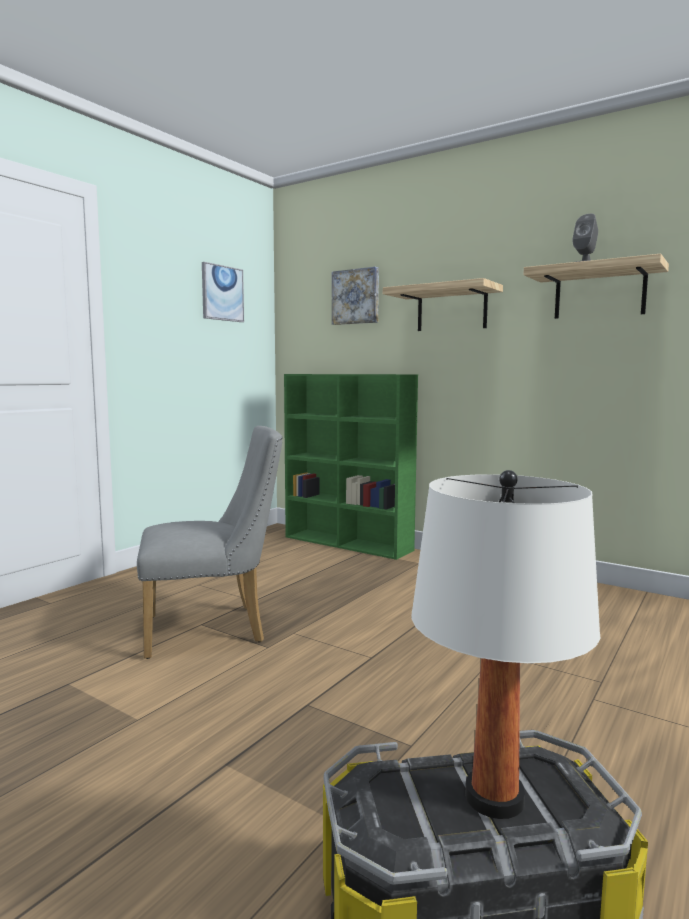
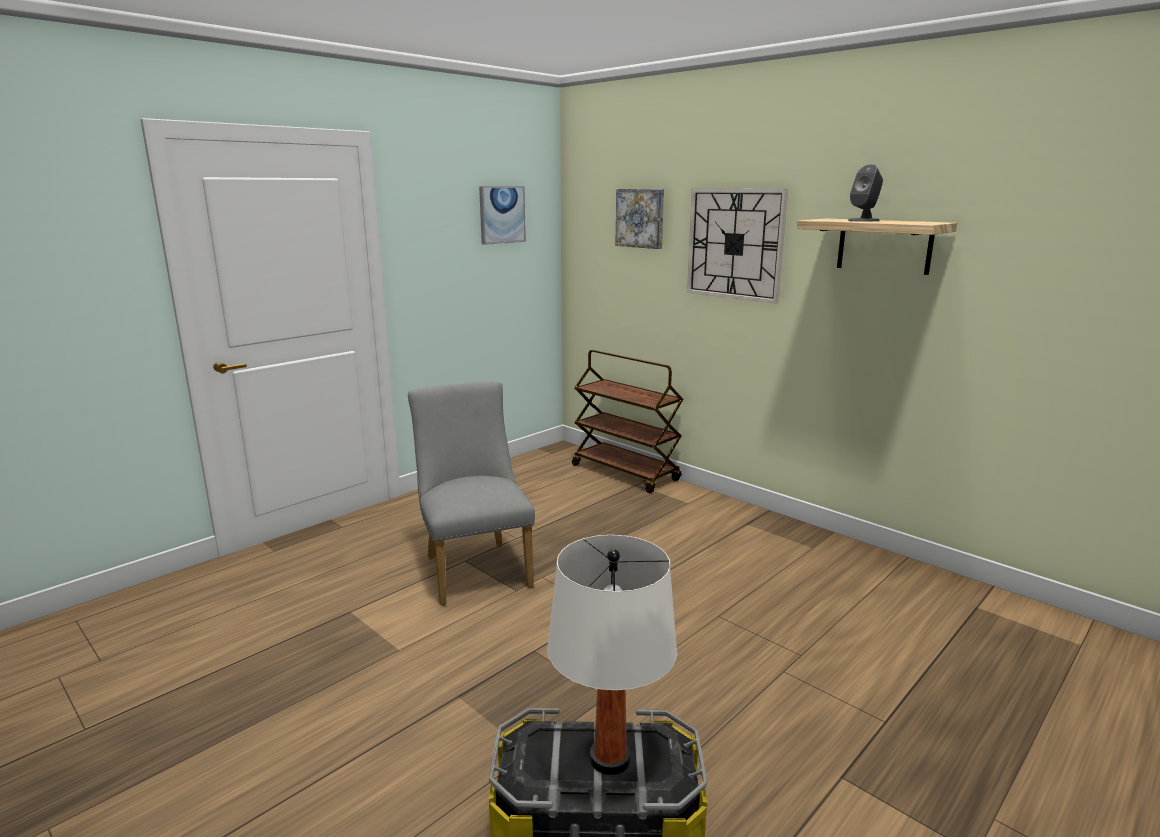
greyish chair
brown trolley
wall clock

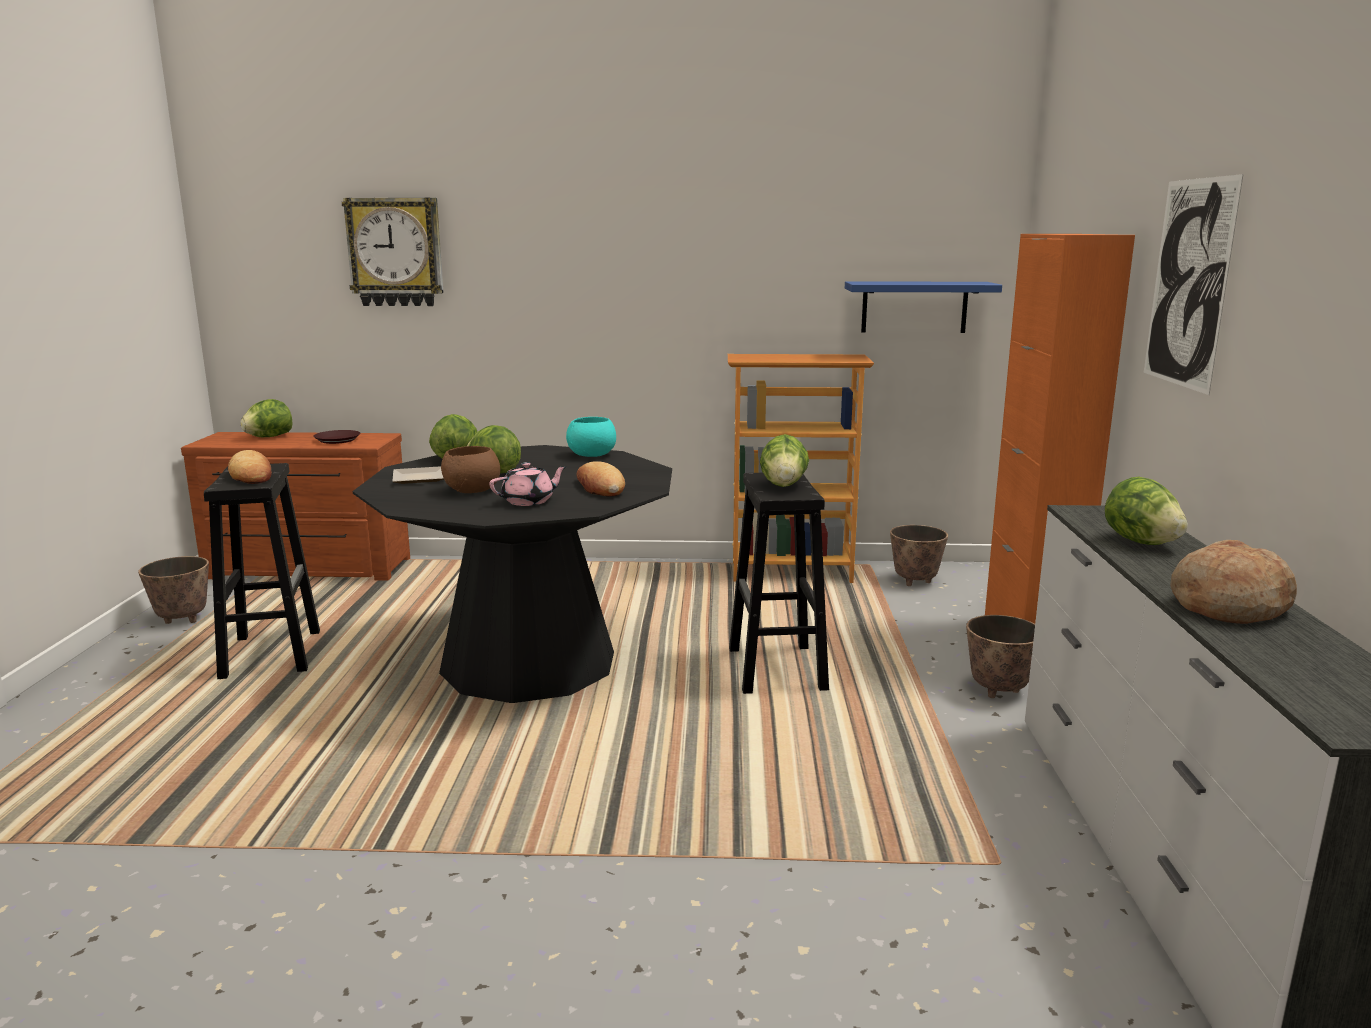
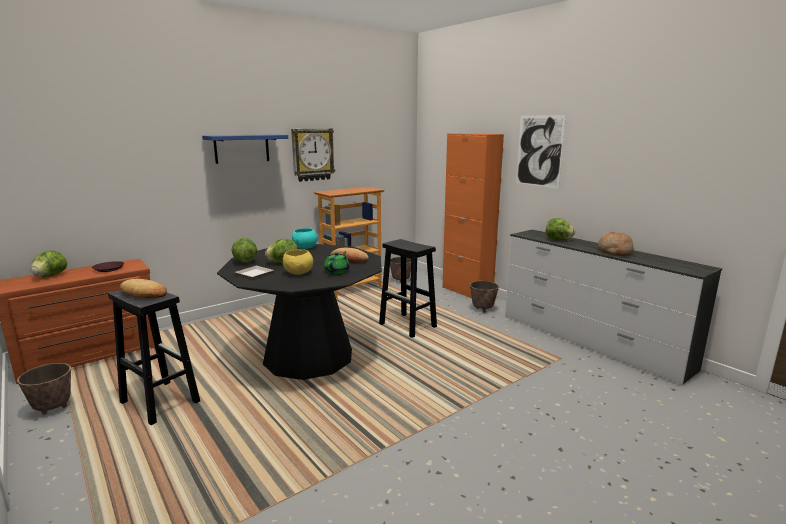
wall clock
yellow-coloured serving bowl
greenish tea pot
head of lettuce (no. 4 from left in the first image)
blue bracket shelf

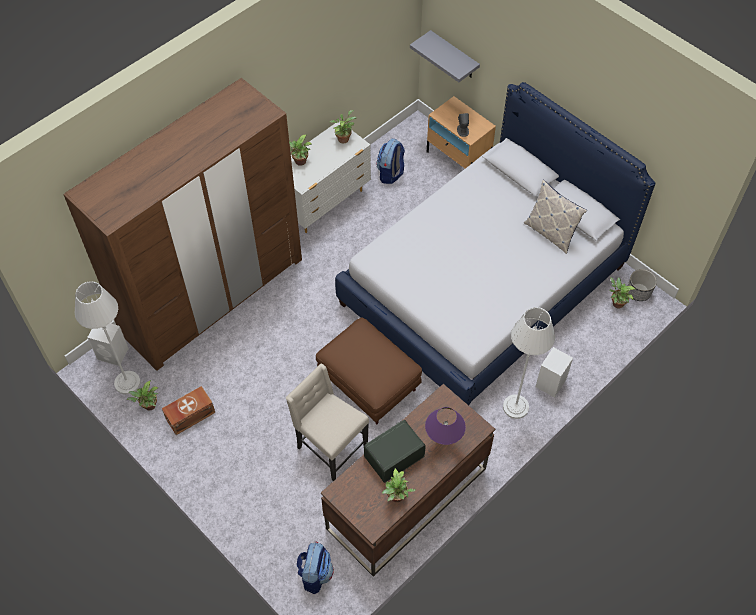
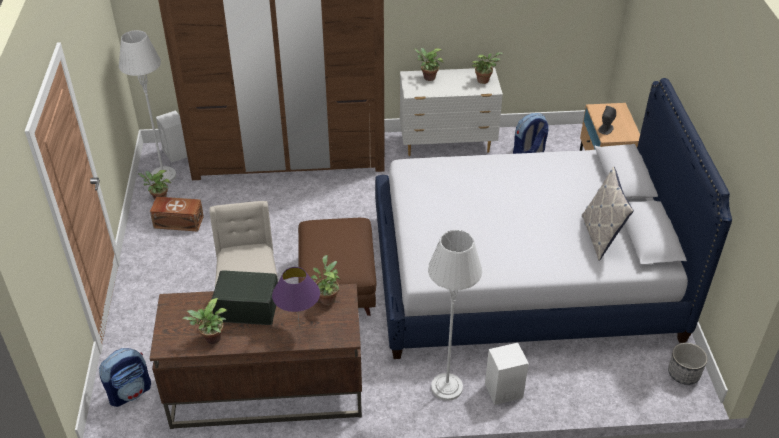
greyish bracket shelf
potted plant (no. 3 from left)

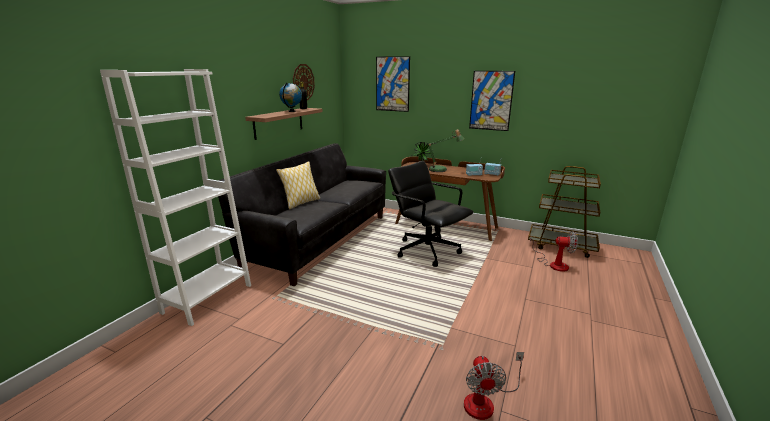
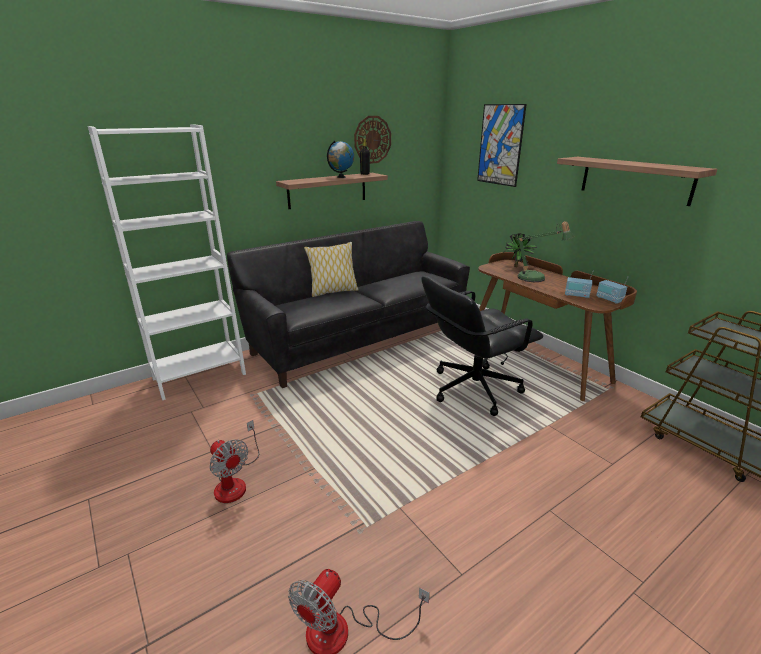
black-coloured computer chair
bracket shelf (no. 2 from left)
fan (no. 1 from left)

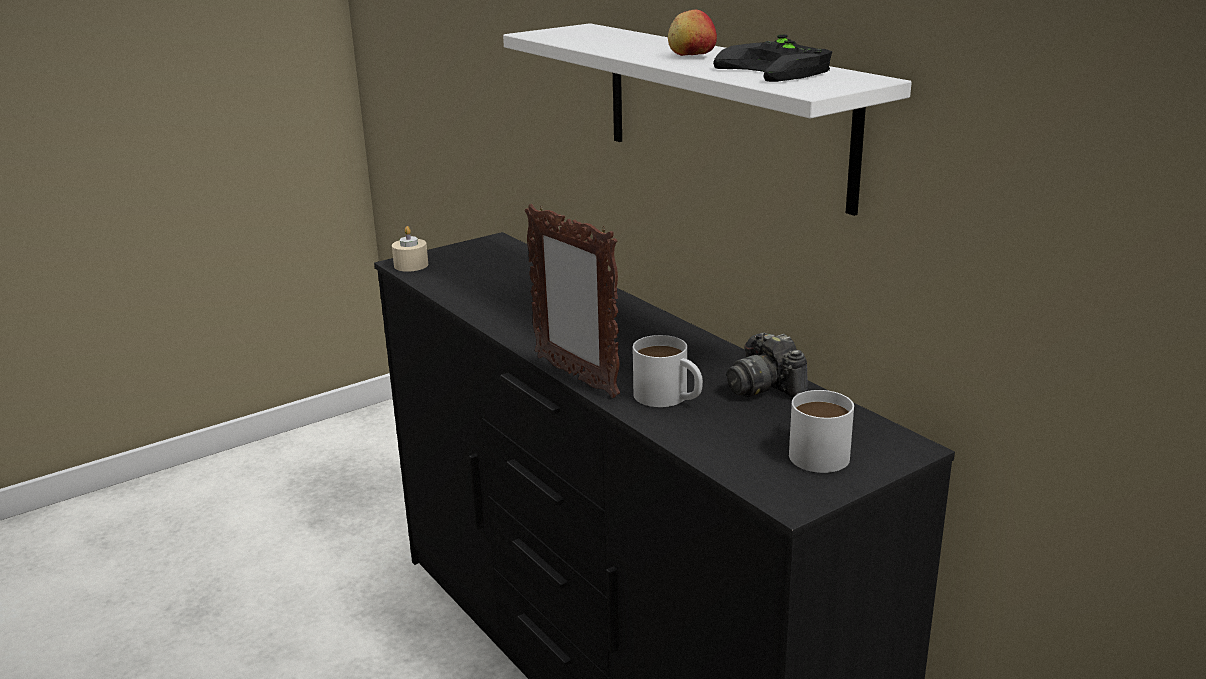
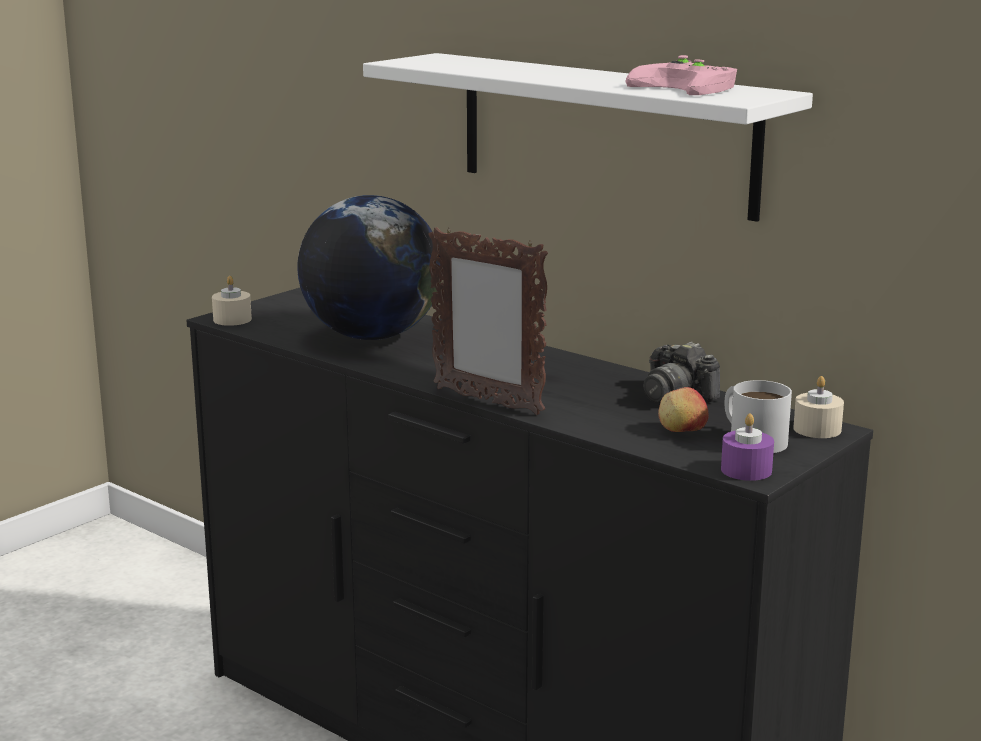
white tea mug (no. 1 from left in the first image)
apple
pink-coloured game controller
globe
purple-coloured candle
beige candle (no. 2 from left)

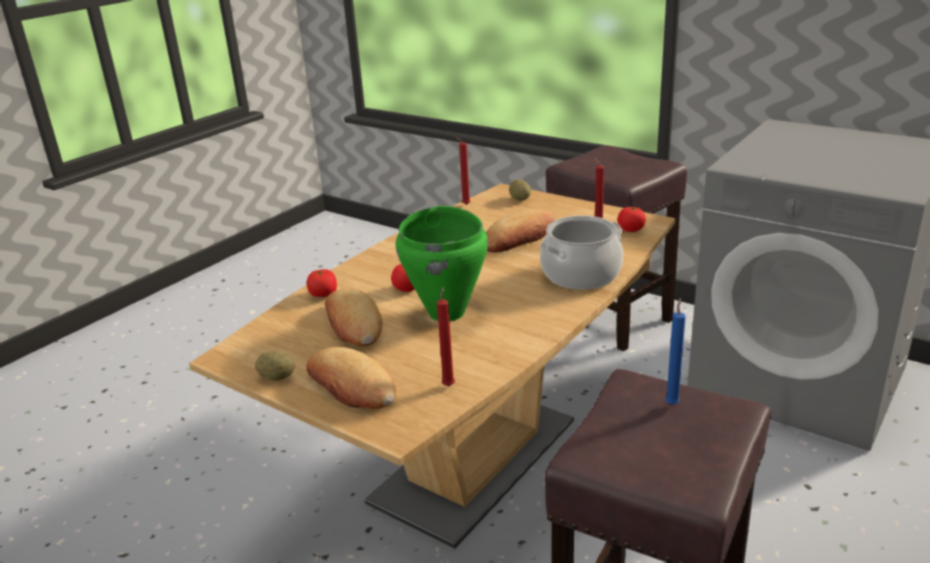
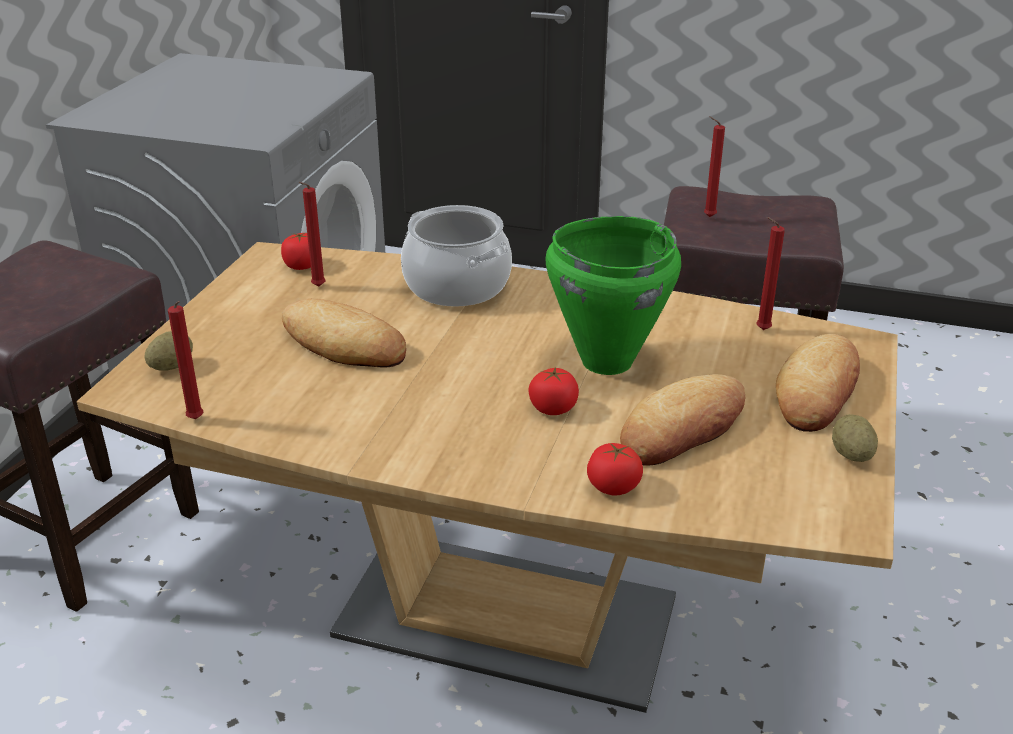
red-coloured candle (no. 3 from left)

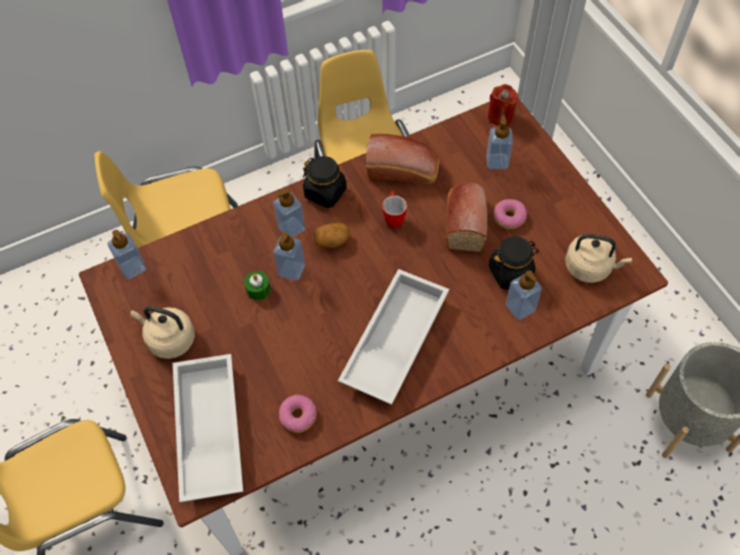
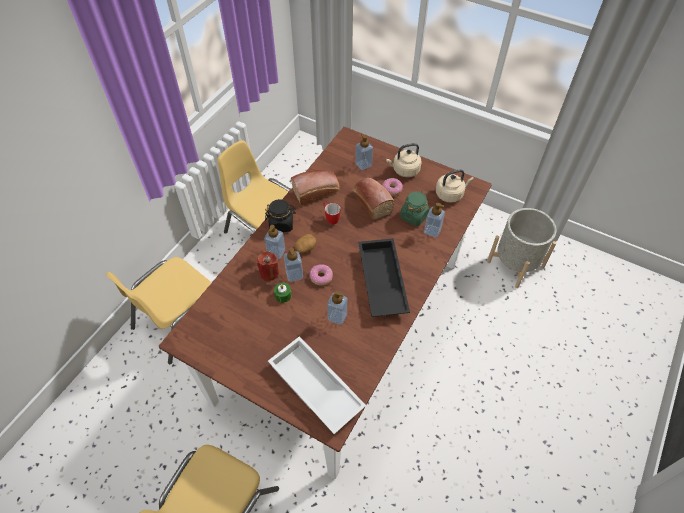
liquid soap bottle (no. 3 from left)
beige tea kettle (no. 1 from left)
ring doughnut (no. 1 from left)
black-coloured carrying tray
red-coloured candle
greenish storage jar

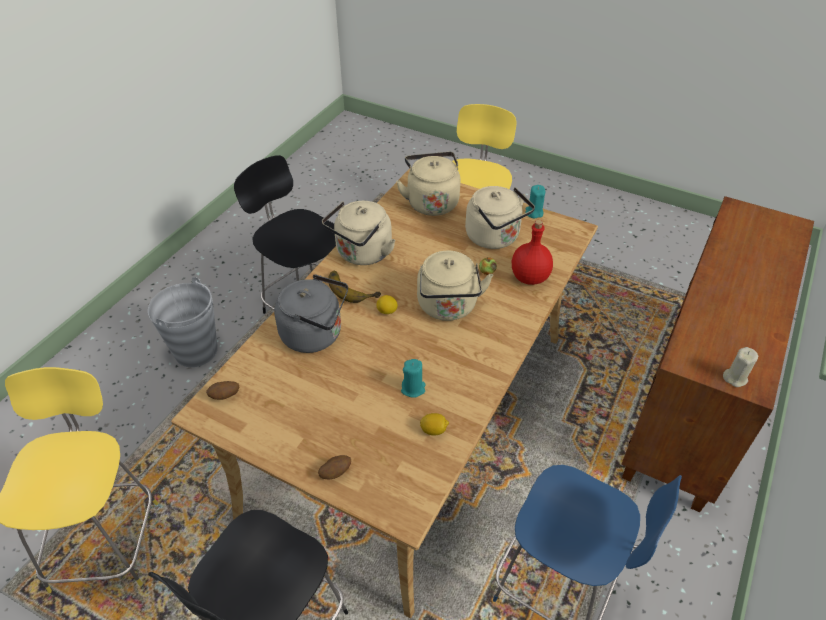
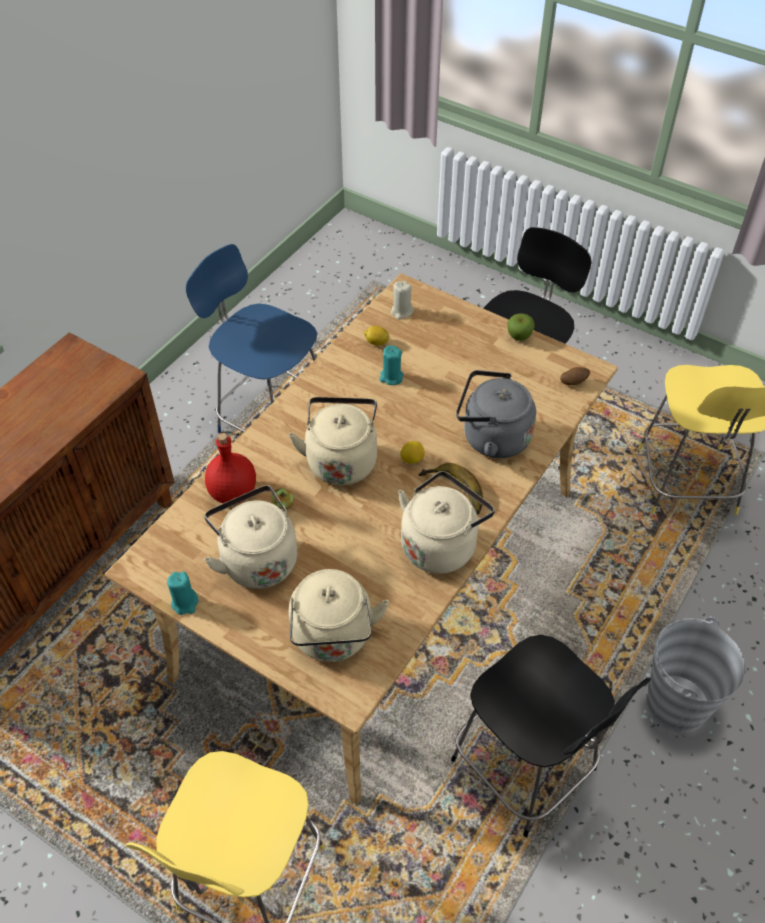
whole potato (no. 2 from left in the first image)
beige candle
apple (no. 2 from left)

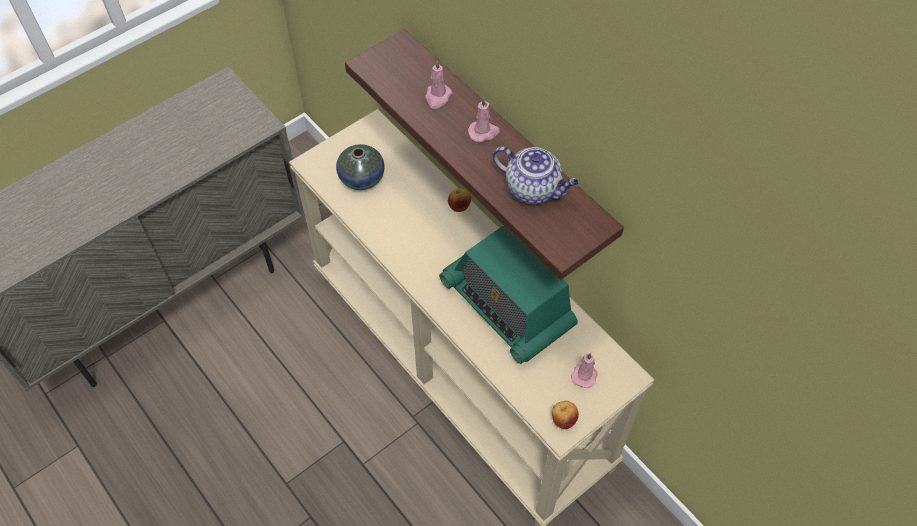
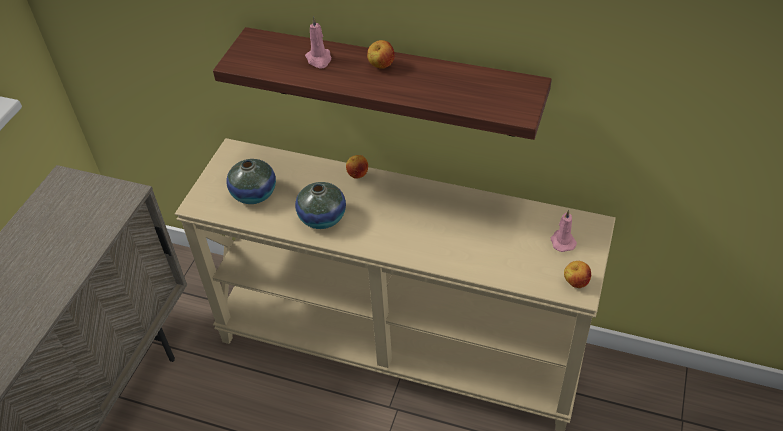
radio receiver
apple (no. 2 from left)
tea pot
decorative vase (no. 2 from left)

